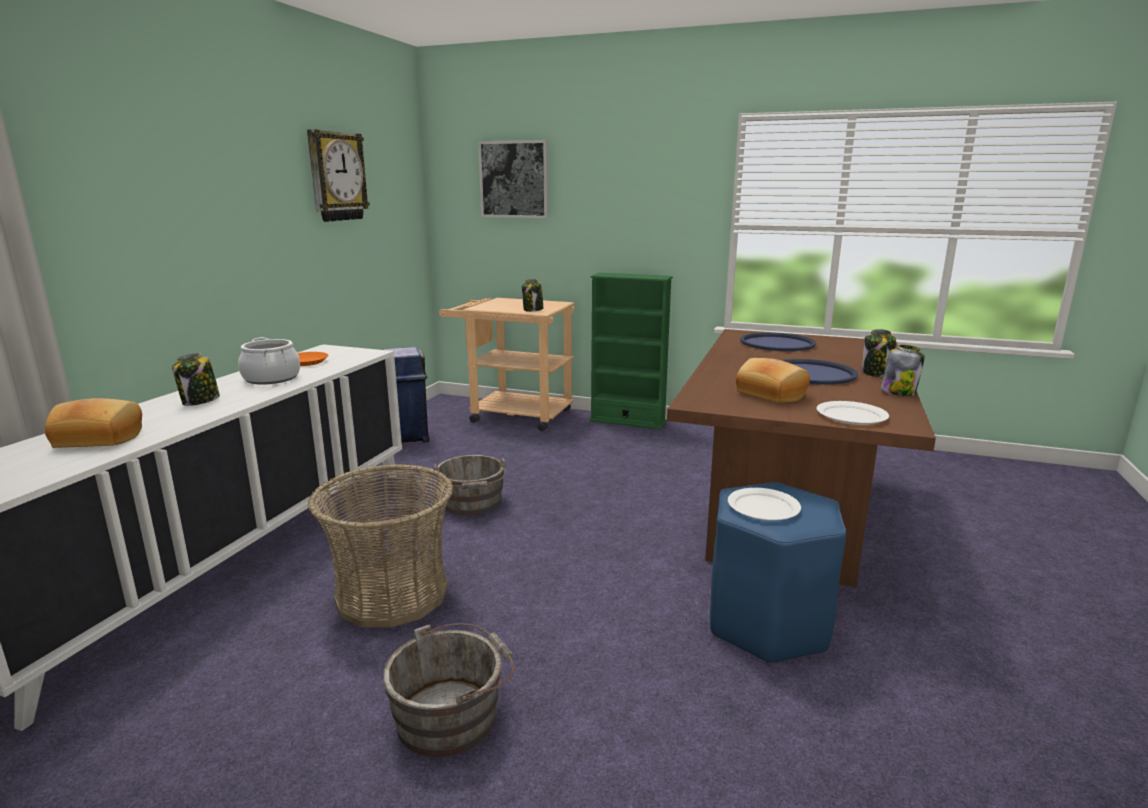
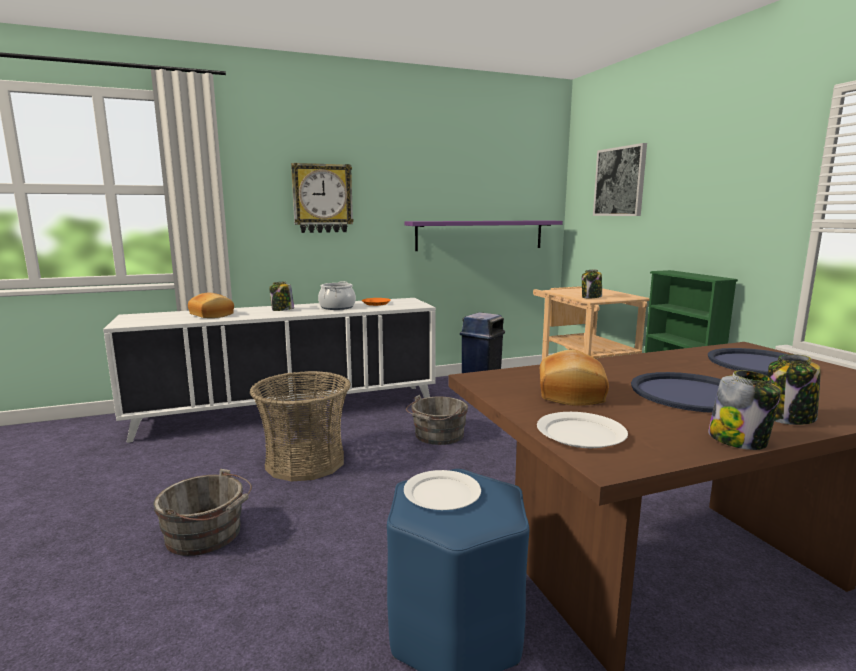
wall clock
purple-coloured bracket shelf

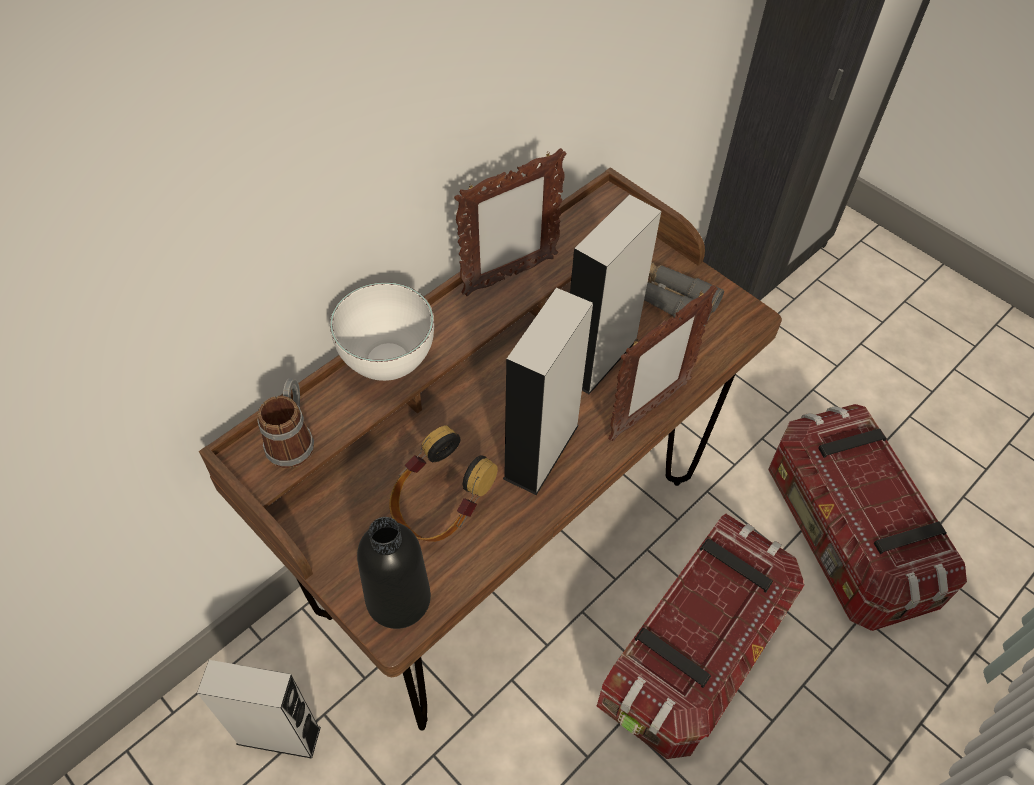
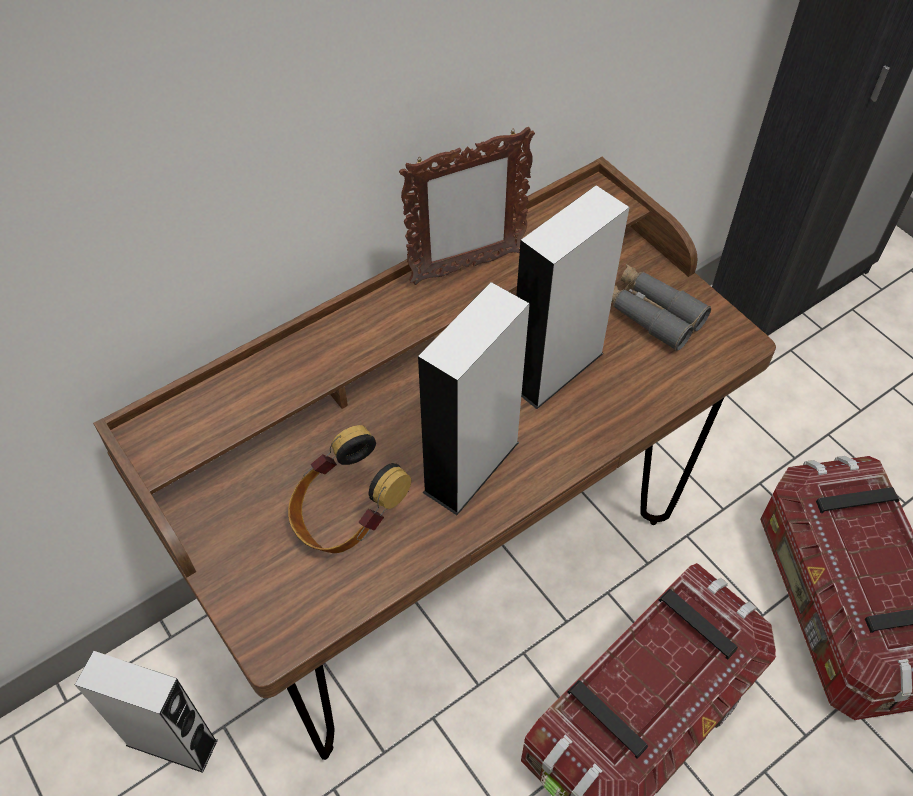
tea mug
white serving bowl
black-coloured beverage bottle
standing frame (no. 2 from left in the first image)

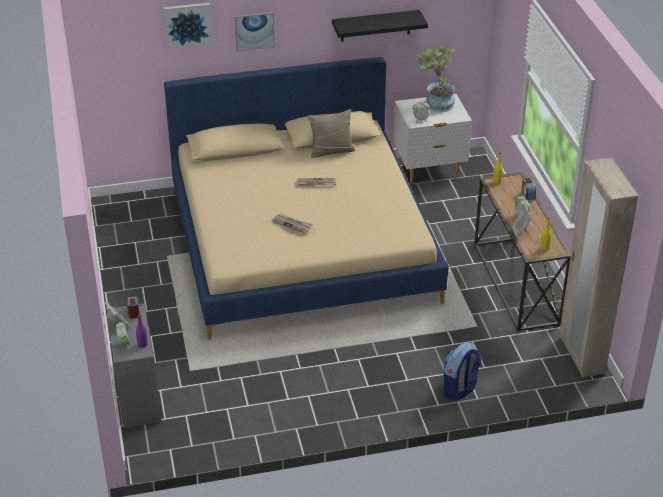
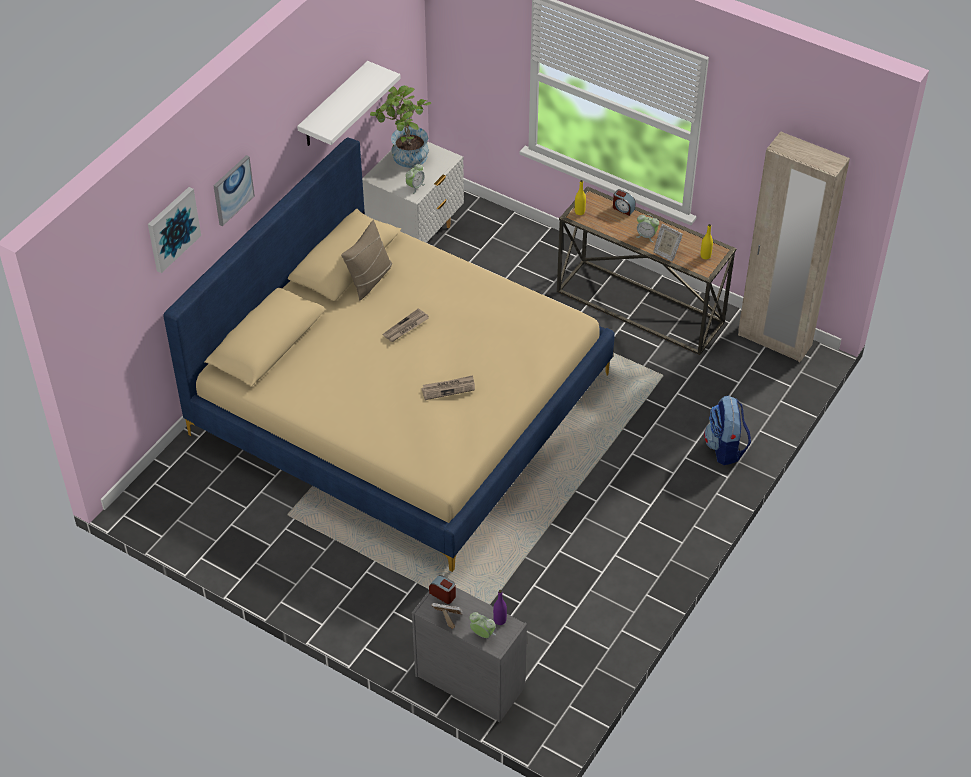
white bracket shelf

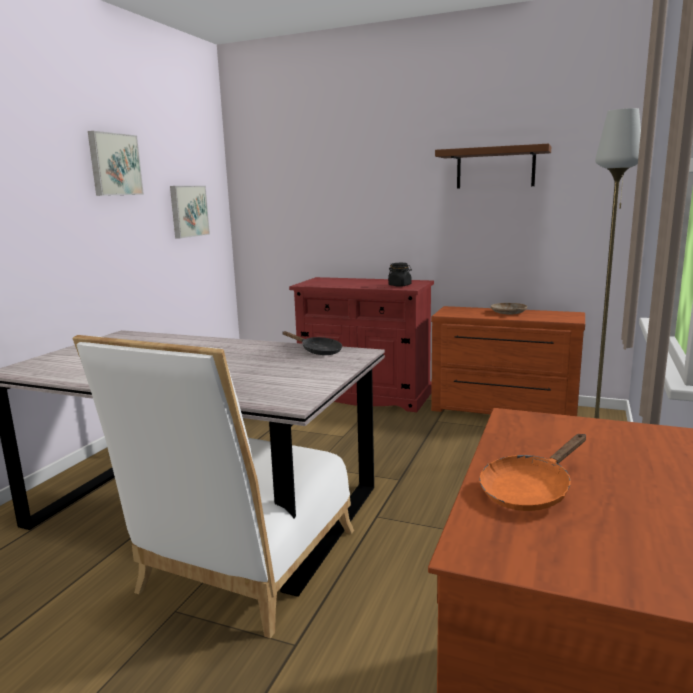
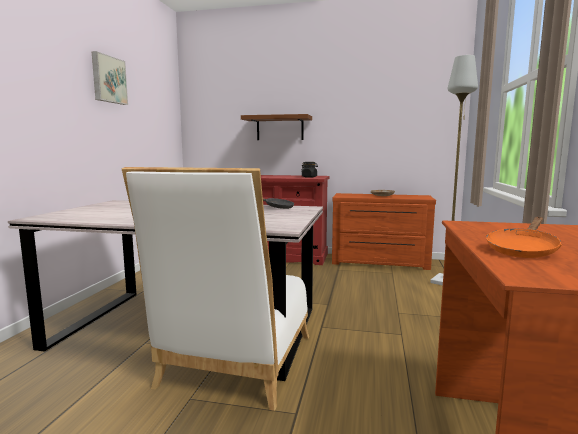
wall picture (no. 2 from left in the first image)
brown bracket shelf

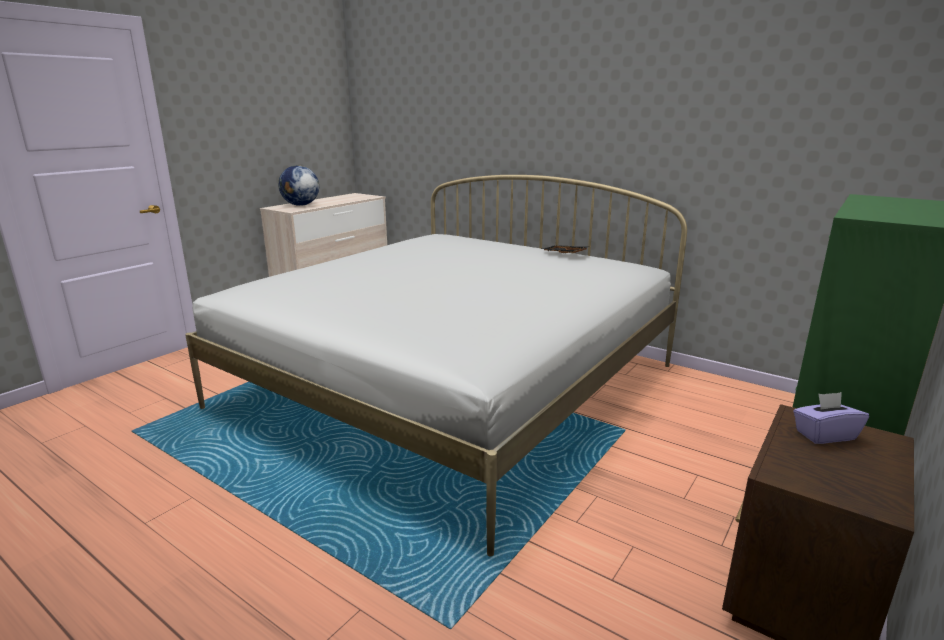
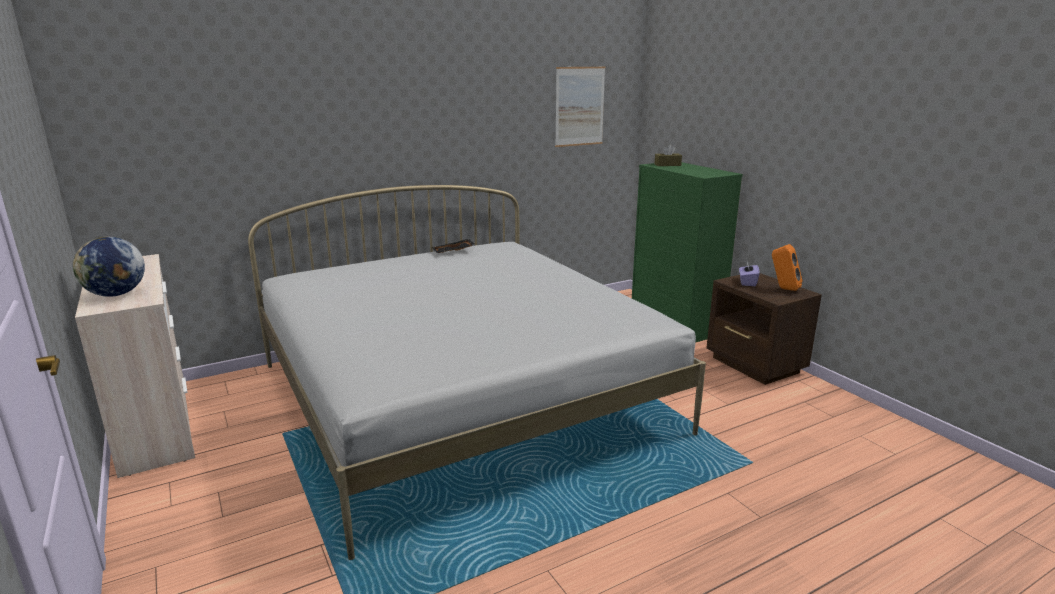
wall picture
brown tissue holder
orange speaker

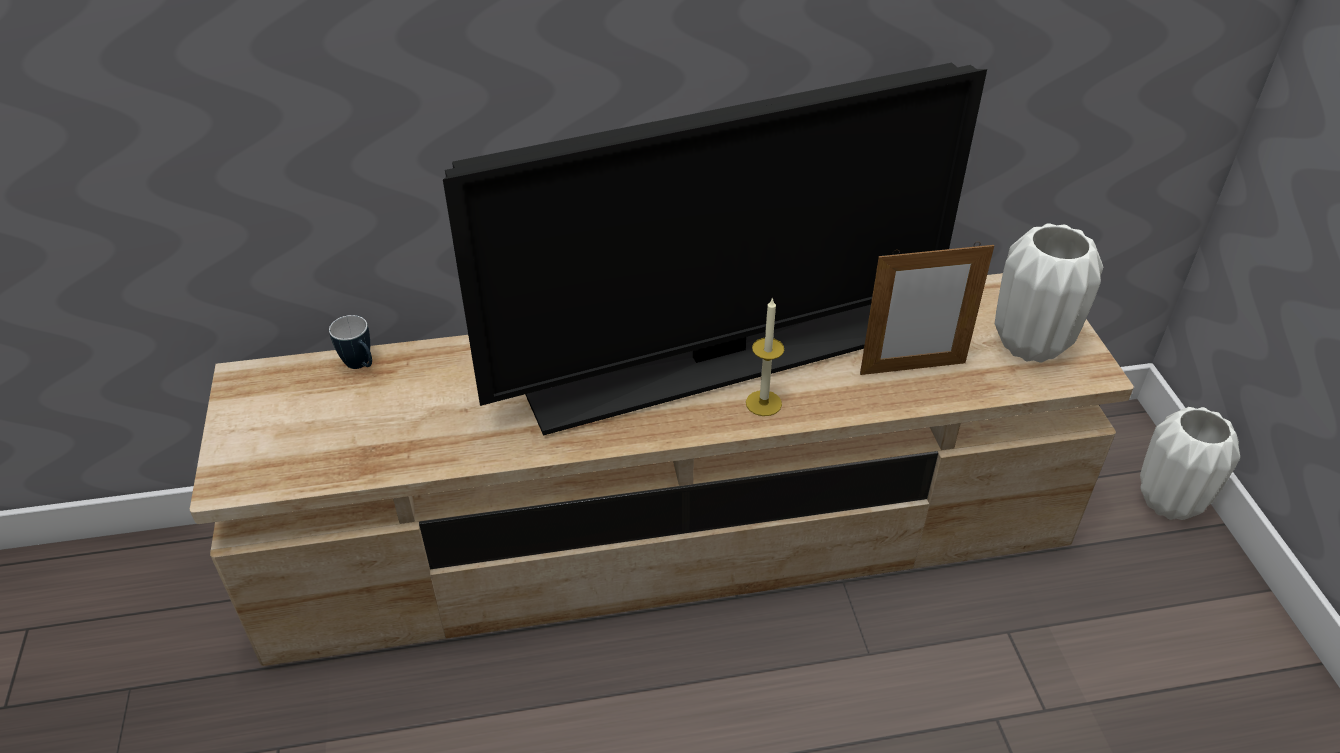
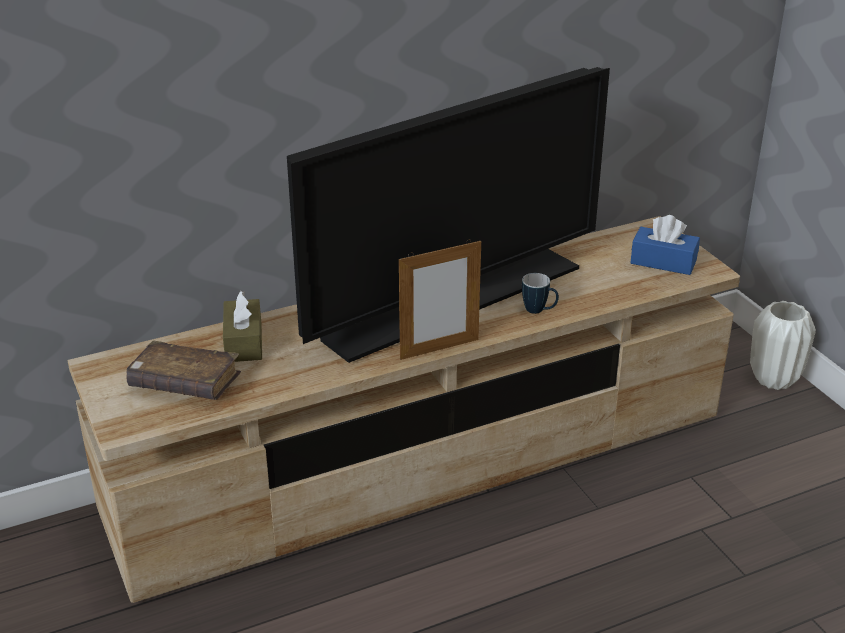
tea mug
candle
standing frame
blue tissue holder
brown book
brown tissue holder

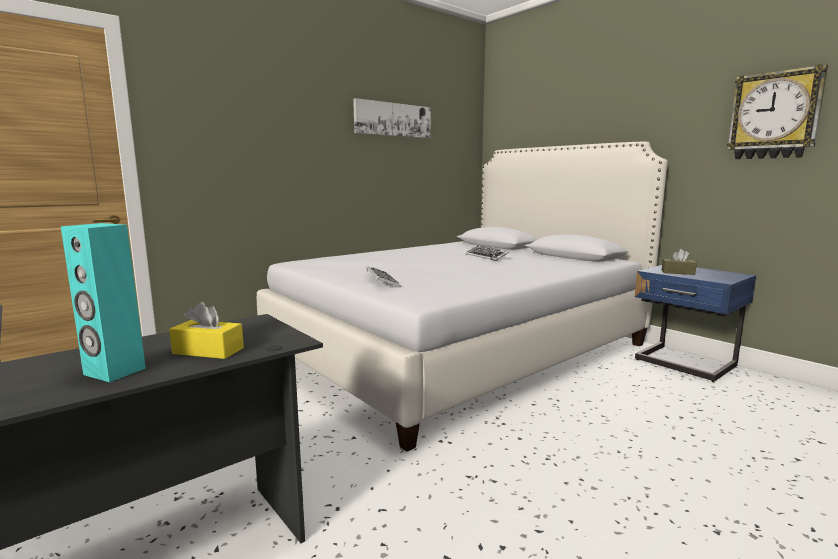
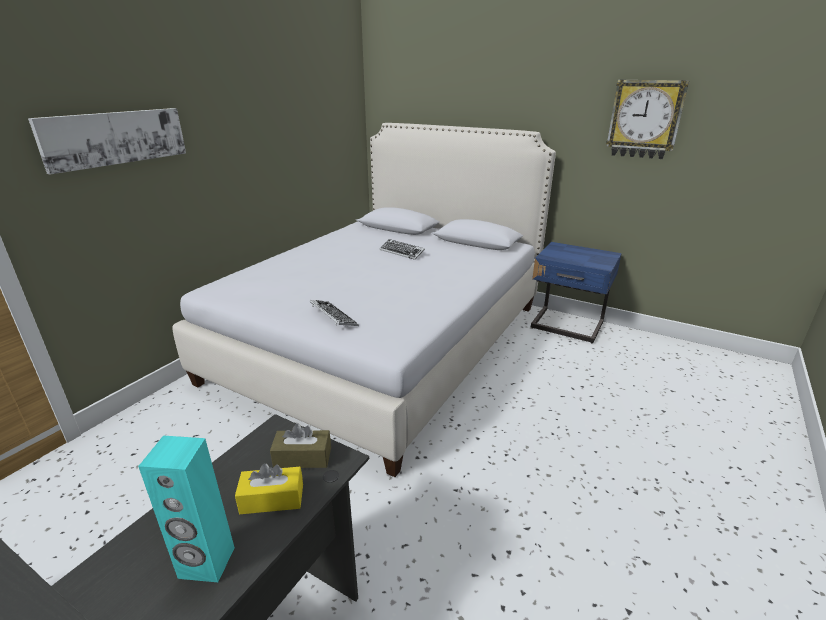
wall picture
brown tissue holder

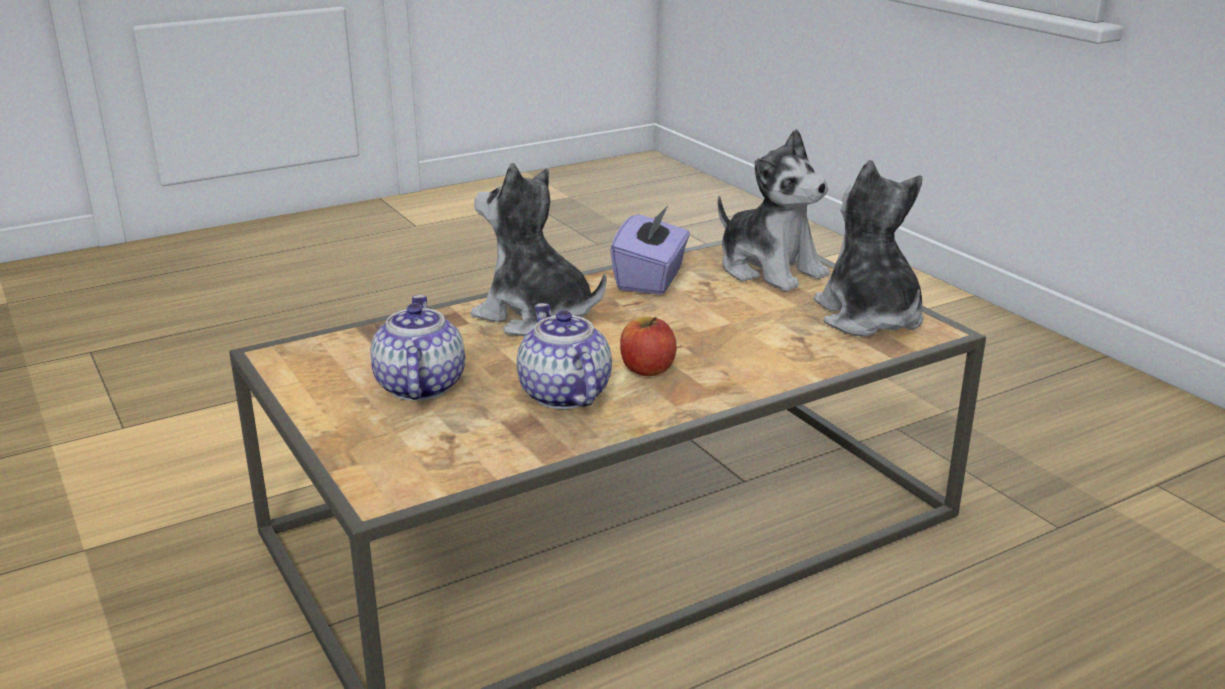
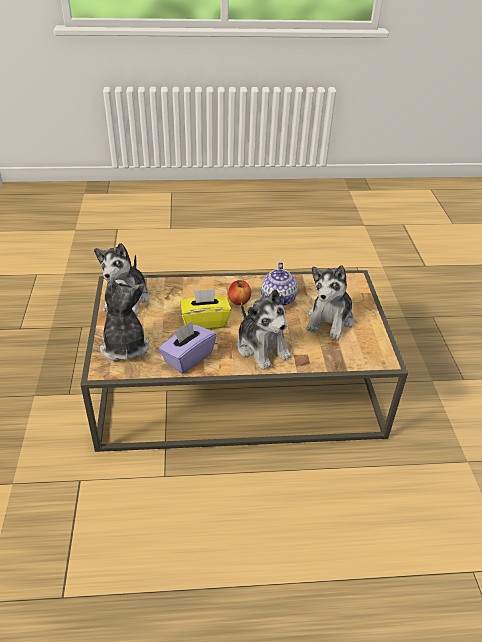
plush toy (no. 4 from left)
yellow-coloured tissue holder

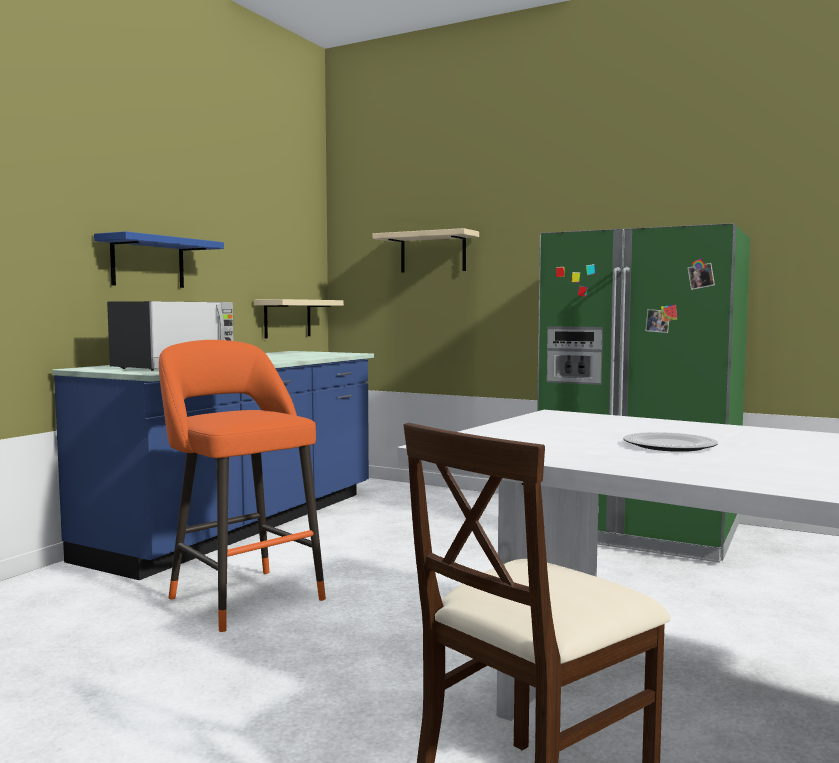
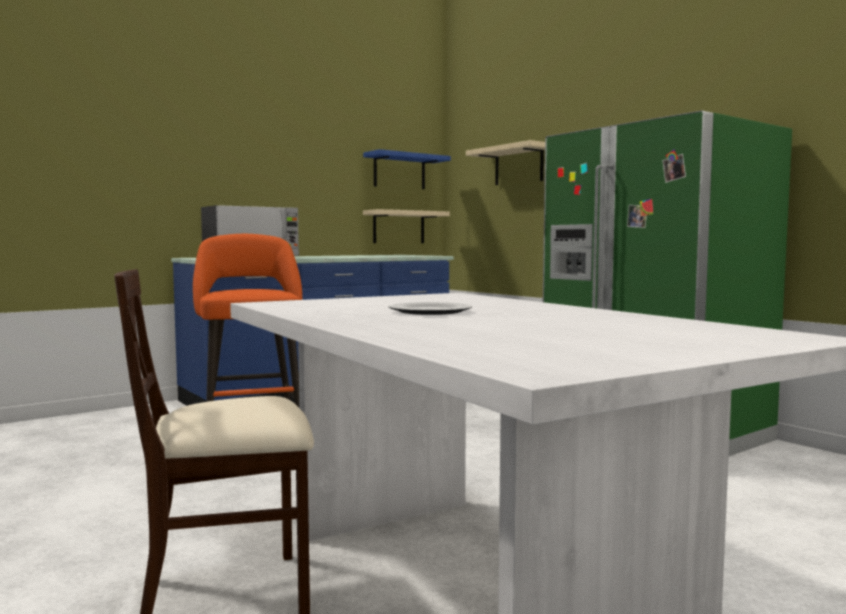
blue bracket shelf

